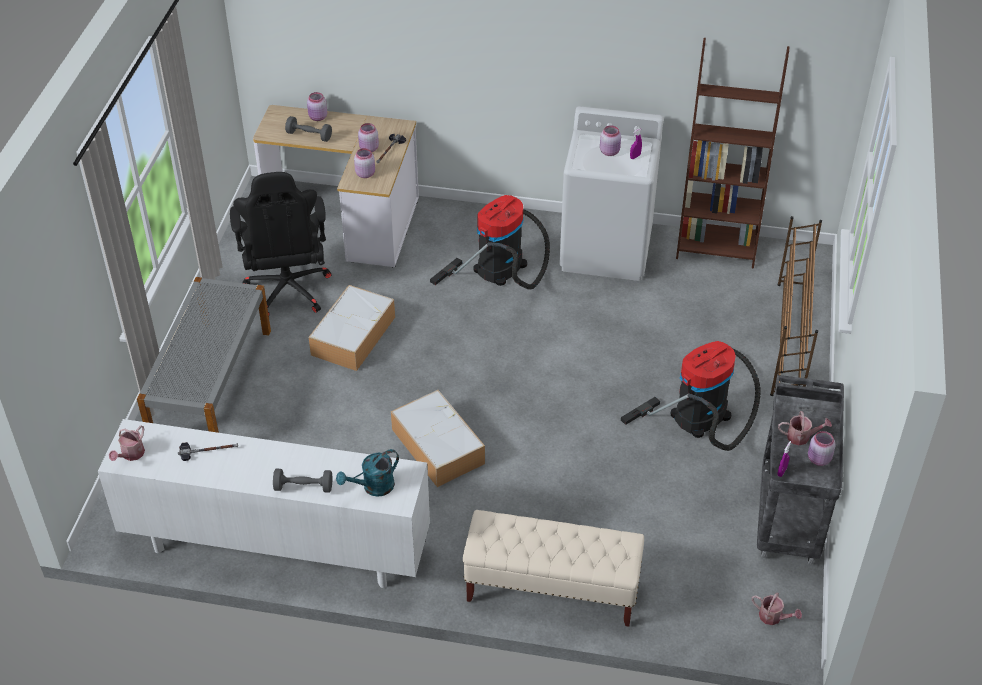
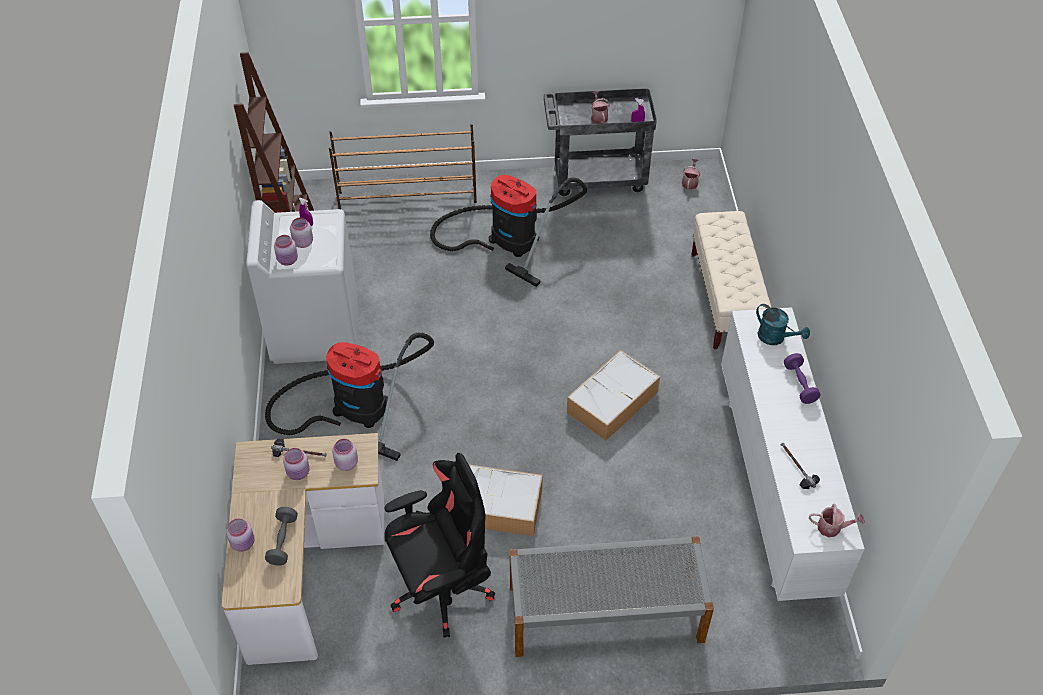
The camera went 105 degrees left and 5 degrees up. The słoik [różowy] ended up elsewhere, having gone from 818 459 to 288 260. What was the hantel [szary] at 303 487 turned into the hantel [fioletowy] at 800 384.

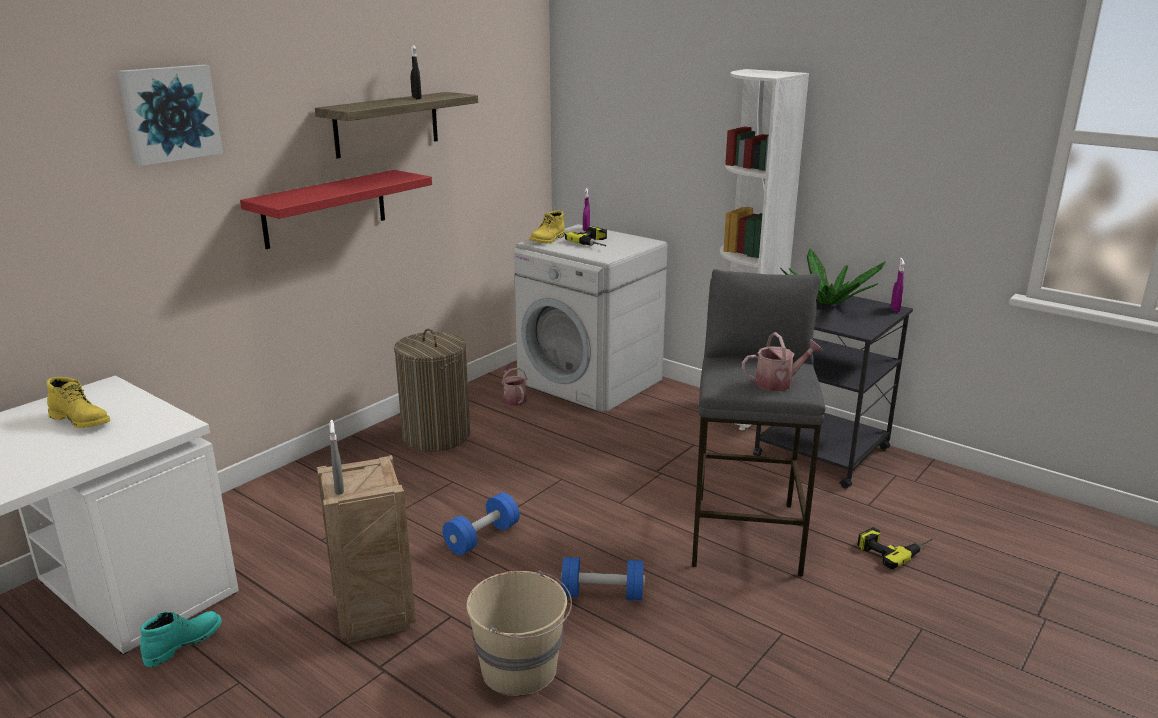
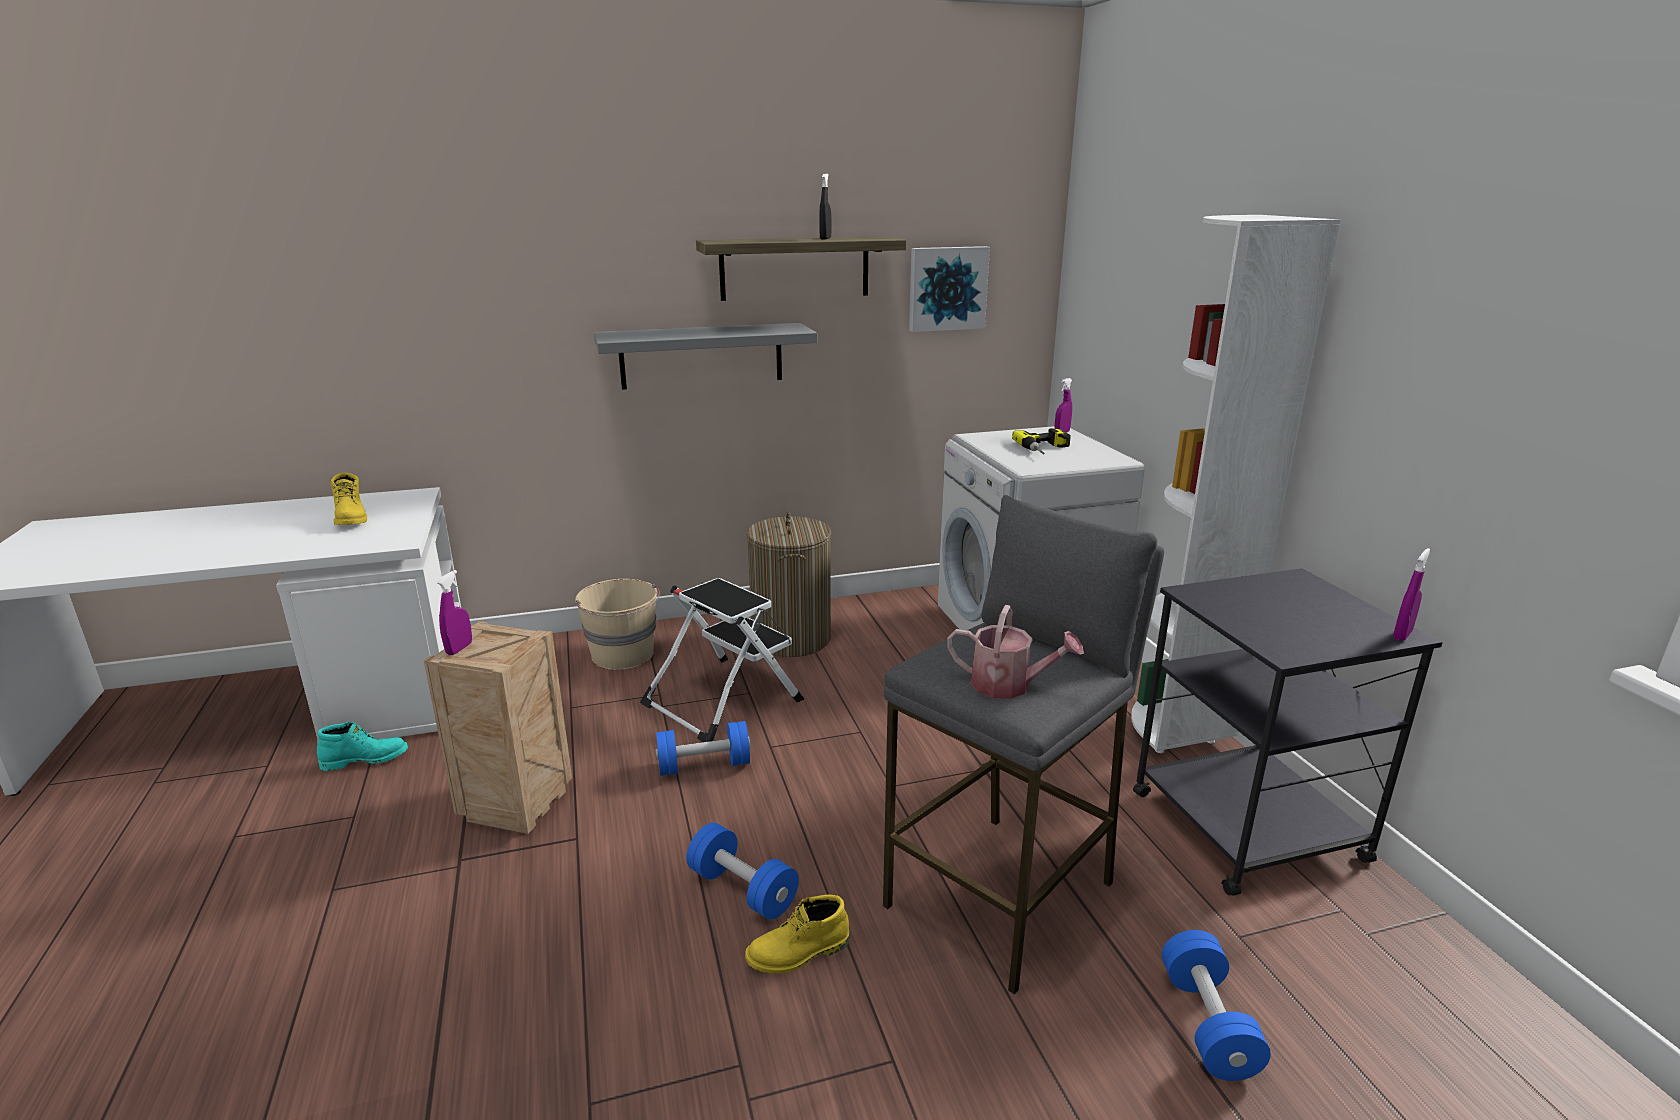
The camera went 35 degrees right and 0 degrees up. The second view lost the konewka at 513 399. The second view lost the roślina doniczkowa at 828 302. The second view gained the drabinka at 722 698. The obraz ended up elsewhere, having gone from 169 113 to 947 288. The wiadro [beżowy] ended up elsewhere, having gone from 521 668 to 623 655. The but z cholewką [żółty] ended up elsewhere, having gone from 548 240 to 798 953. Where the wiertarka stood at 893 548, the hantel [niebieski] came to stand at 1207 1023. What was the półka [czerwony] at 325 208 turned into the półka [szary] at 701 356. What was the spryskiwacz [szary] at 339 488 turned into the spryskiwacz [fioletowy] at 459 649.

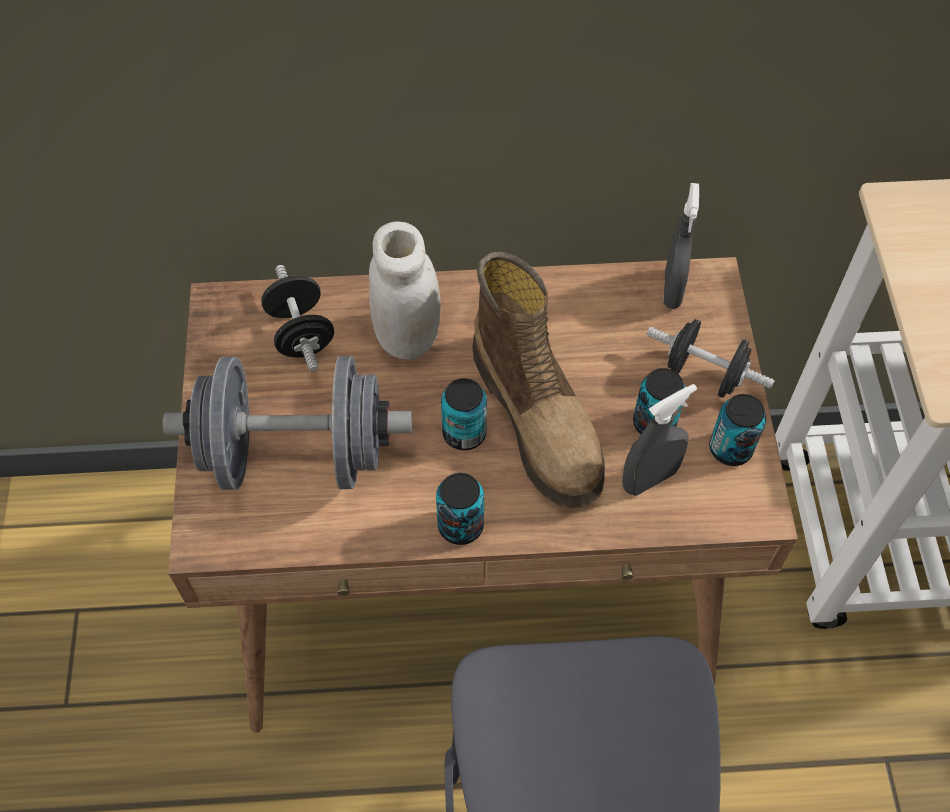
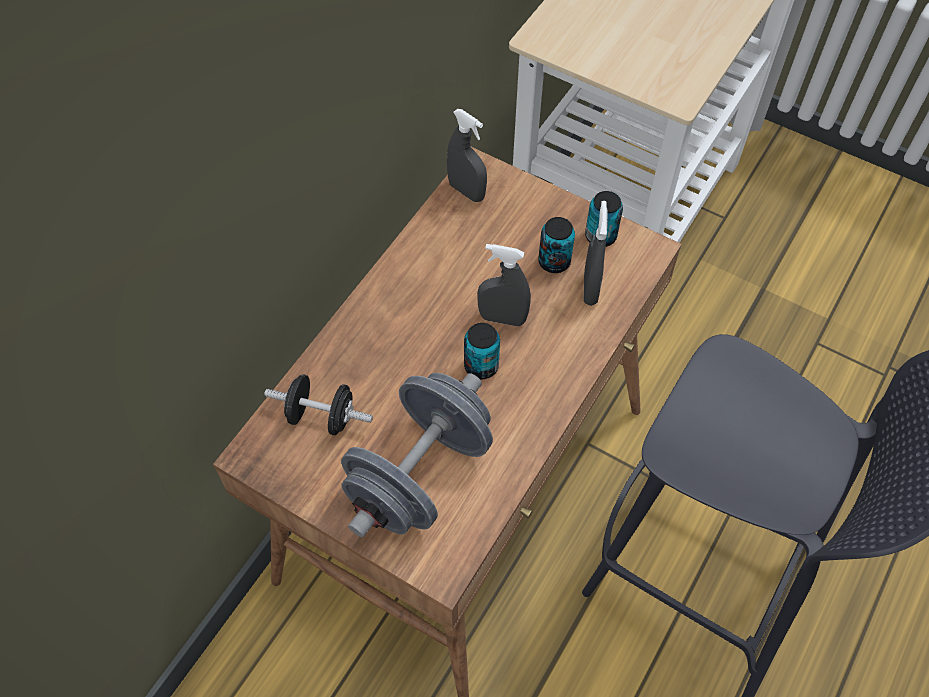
The camera went 55 degrees left and 0 degrees up. The second view lost the słoik [biały] at 407 337. The second view lost the puszka at 460 525. The second view lost the hantel [czarny] at 704 374. Where the but z cholewką stood at 539 417, the spryskiwacz [szary] came to stand at 502 318.

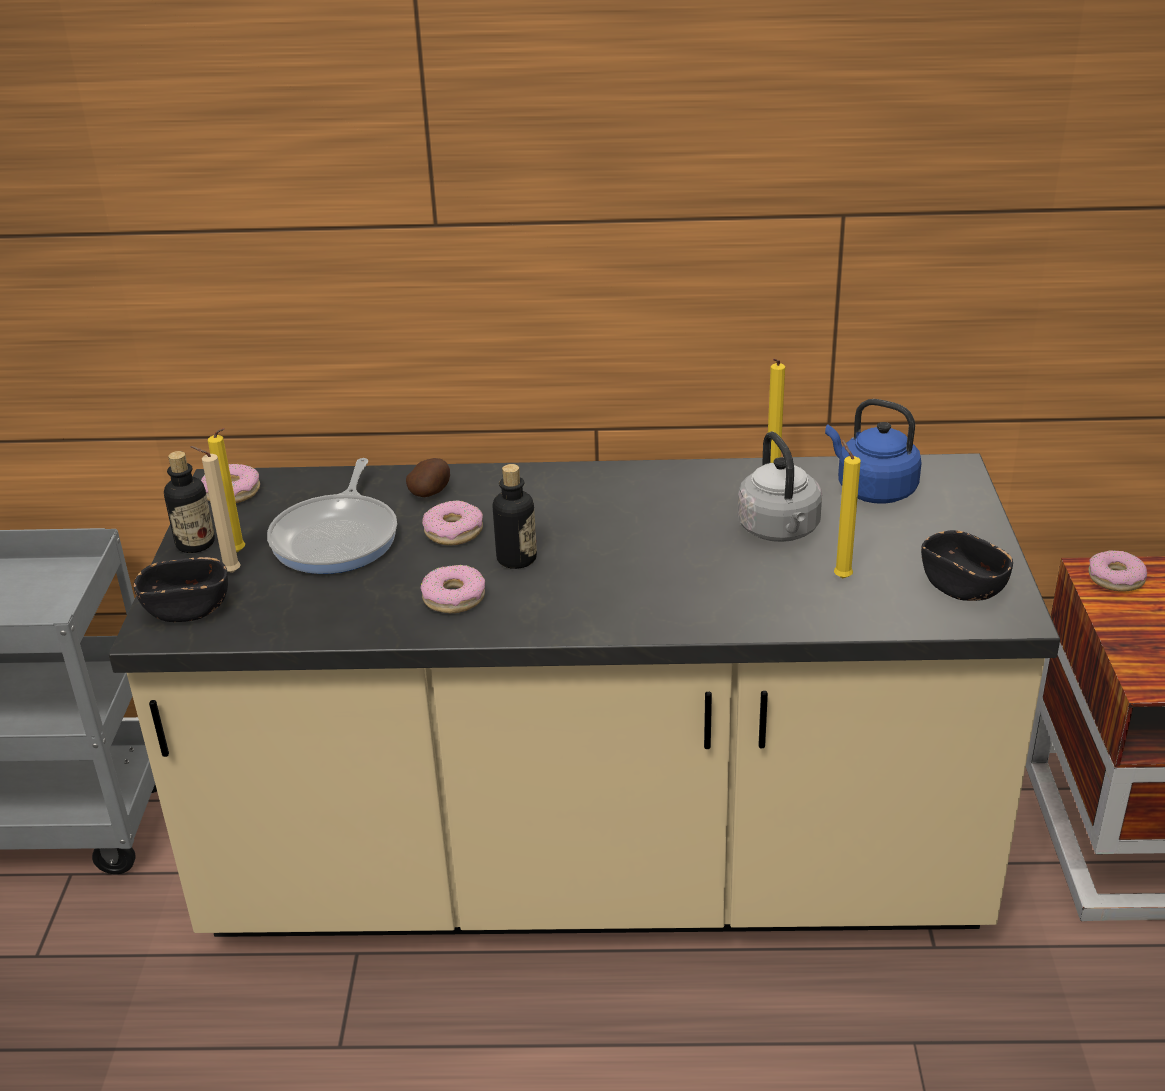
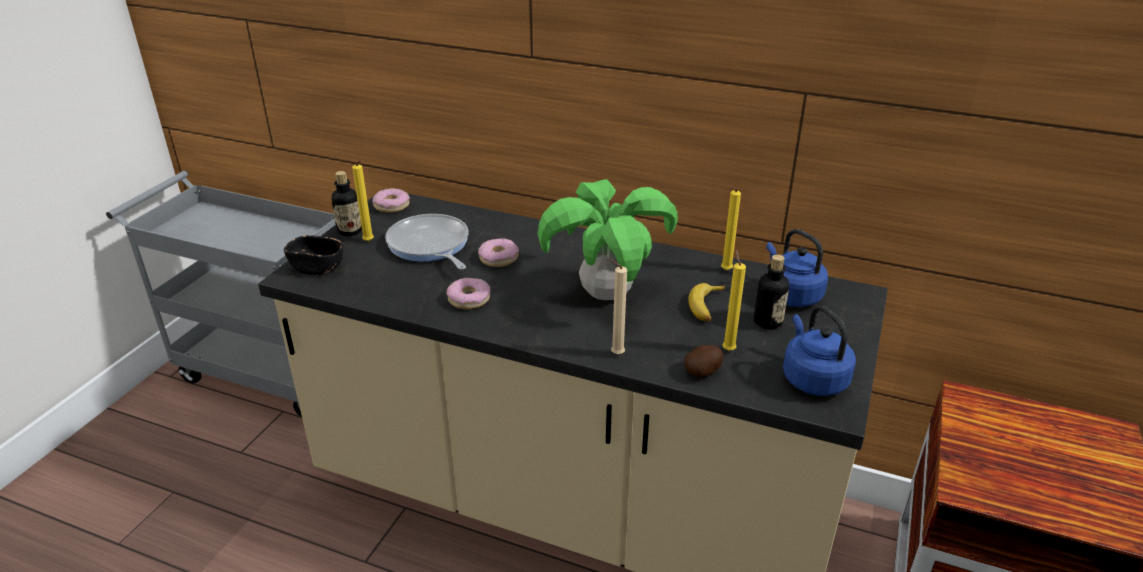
The camera went 20 degrees right and 0 degrees up. The second view lost the donut at 1115 579. The second view gained the roślina doniczkowa at 606 295. The świeca [beżowy] ended up elsewhere, having gone from 229 573 to 615 354. The ziemniak ended up elsewhere, having gone from 431 492 to 703 372. The butelka ended up elsewhere, having gone from 516 559 to 768 322. Where the czajnik [szary] stood at 780 531, the banan came to stand at 706 307. Where the miska [czarny] stood at 962 586, the czajnik [niebieski] came to stand at 812 378. The patelnia at 338 537 ended up facing another way, 120 degrees clockwise from before.

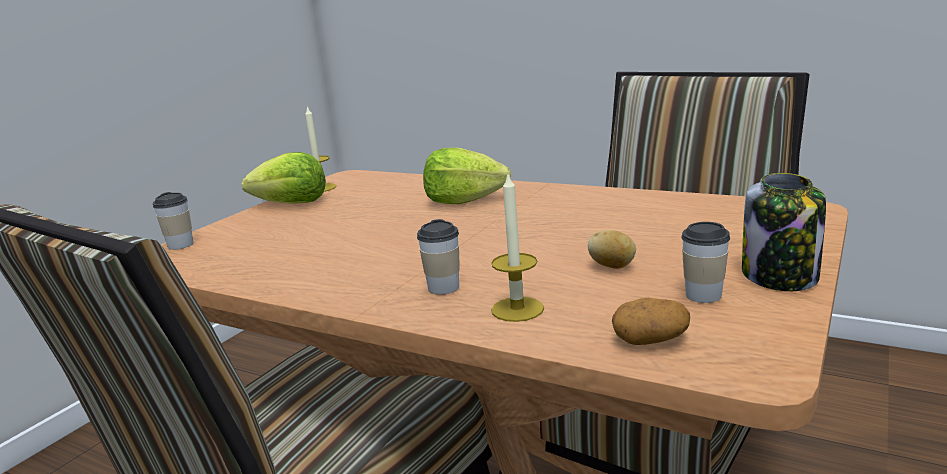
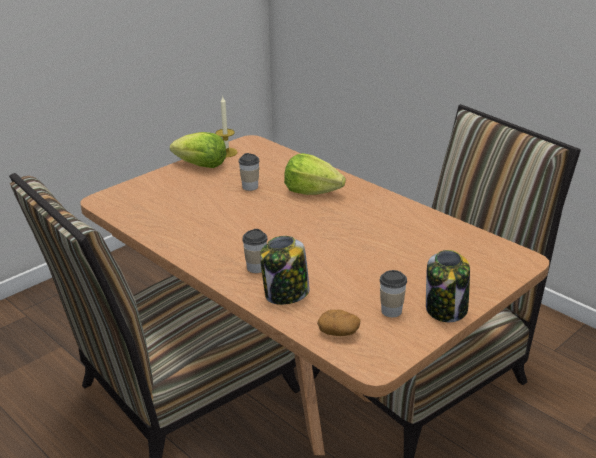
The camera went 15 degrees right and 10 degrees up. The second view lost the ziemniak at 612 266. The filiżanka ended up elsewhere, having gone from 180 245 to 250 187. Where the świeca stood at 517 309, the słoik came to stand at 286 294.

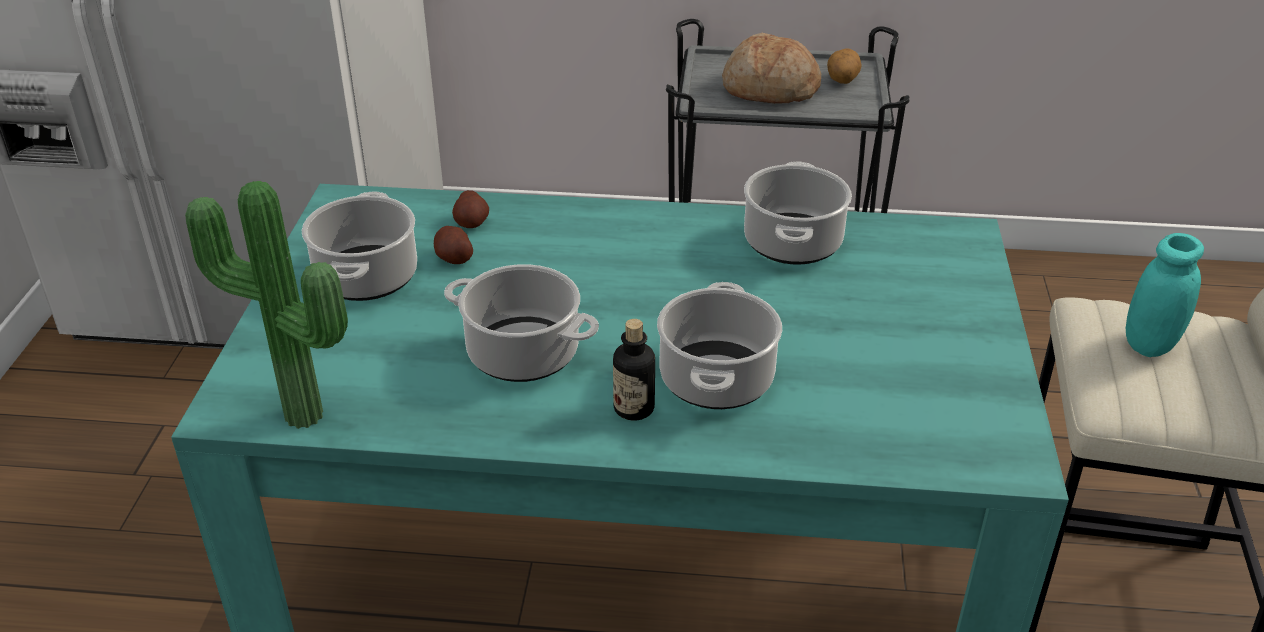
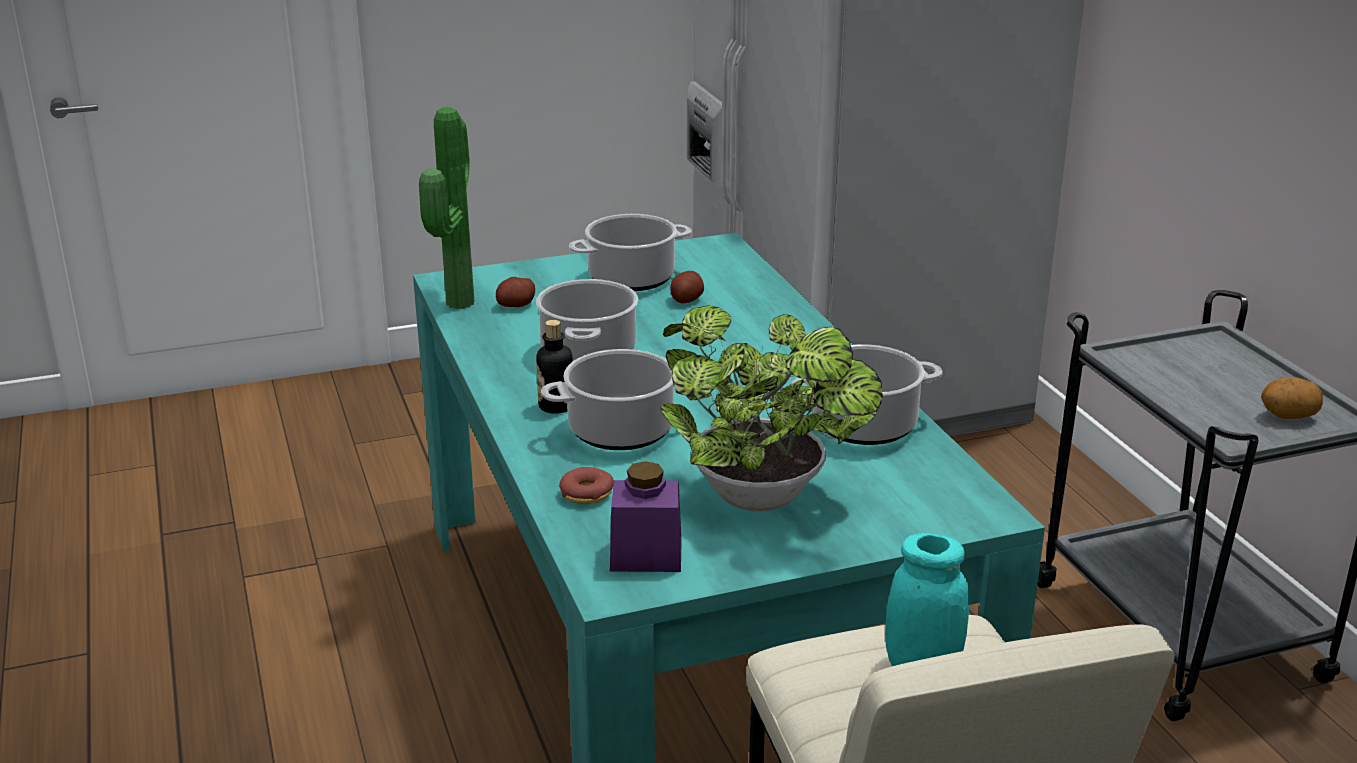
The camera went 65 degrees right and 10 degrees down. The second view lost the chleb at 769 89. The second view gained the donut at 586 494. The second view gained the słoik [fioletowy] at 646 555. The second view gained the roślina doniczkowa at 766 499. The ziemniak ended up elsewhere, having gone from 471 222 to 516 305.

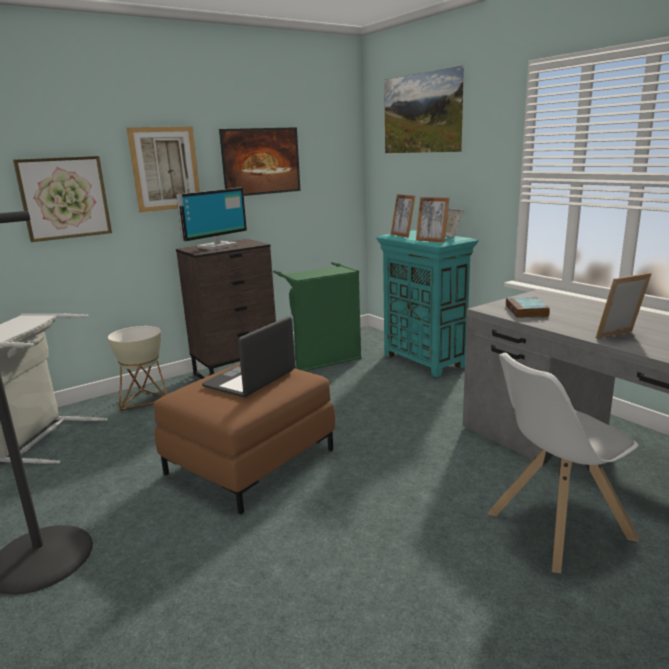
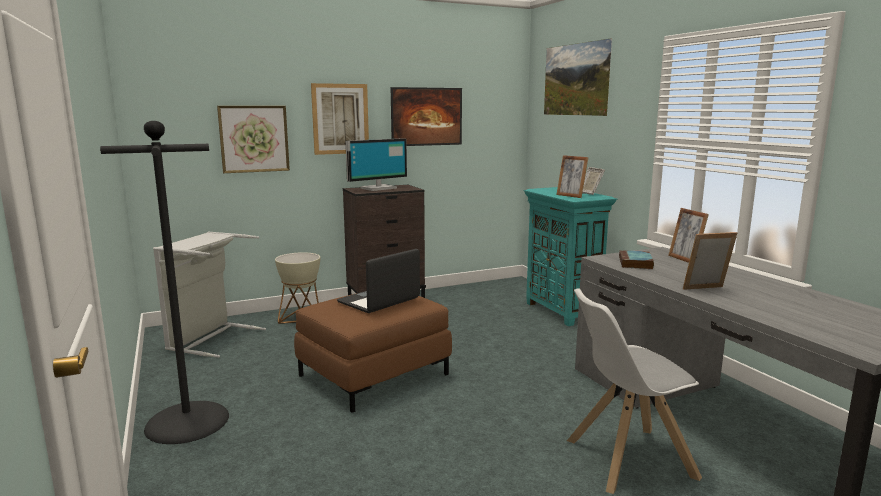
The camera went 10 degrees right and 5 degrees down. The second view lost the kosz na pranie [zielony] at 323 360. The ramka na zdjęcie ended up elsewhere, having gone from 402 235 to 685 259.

